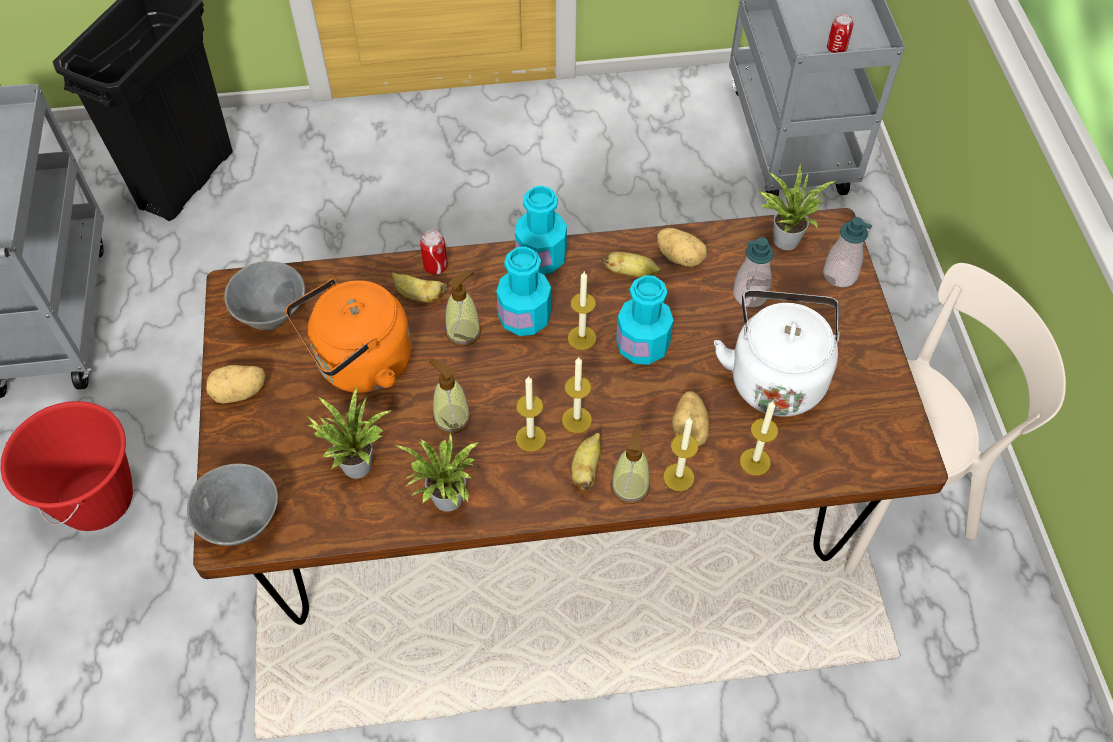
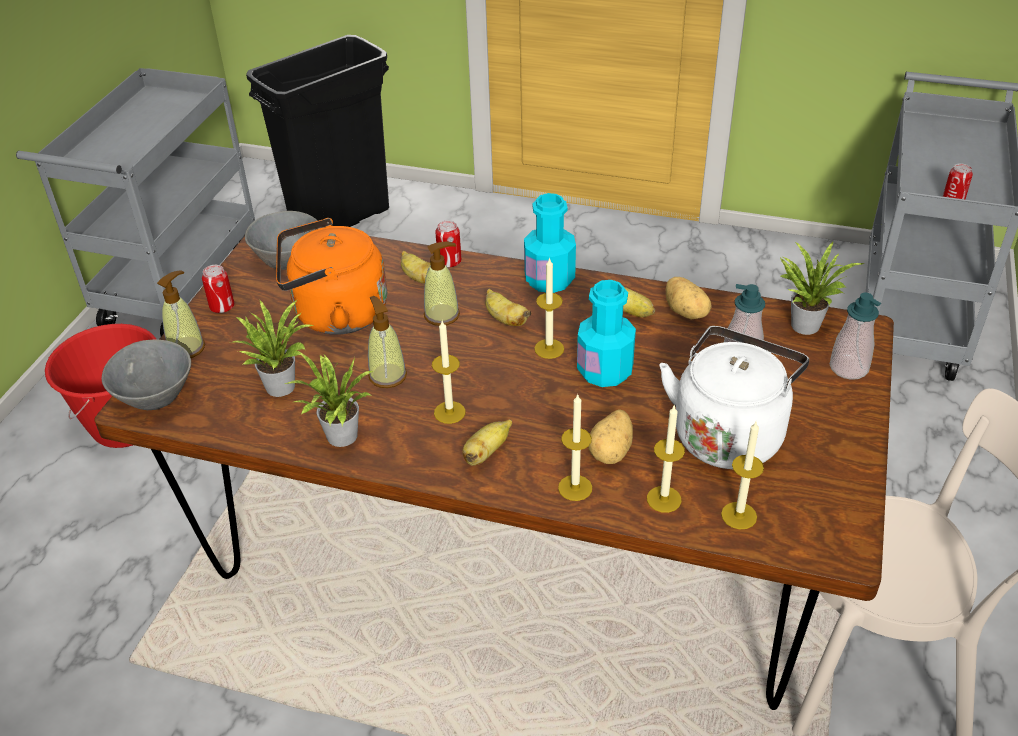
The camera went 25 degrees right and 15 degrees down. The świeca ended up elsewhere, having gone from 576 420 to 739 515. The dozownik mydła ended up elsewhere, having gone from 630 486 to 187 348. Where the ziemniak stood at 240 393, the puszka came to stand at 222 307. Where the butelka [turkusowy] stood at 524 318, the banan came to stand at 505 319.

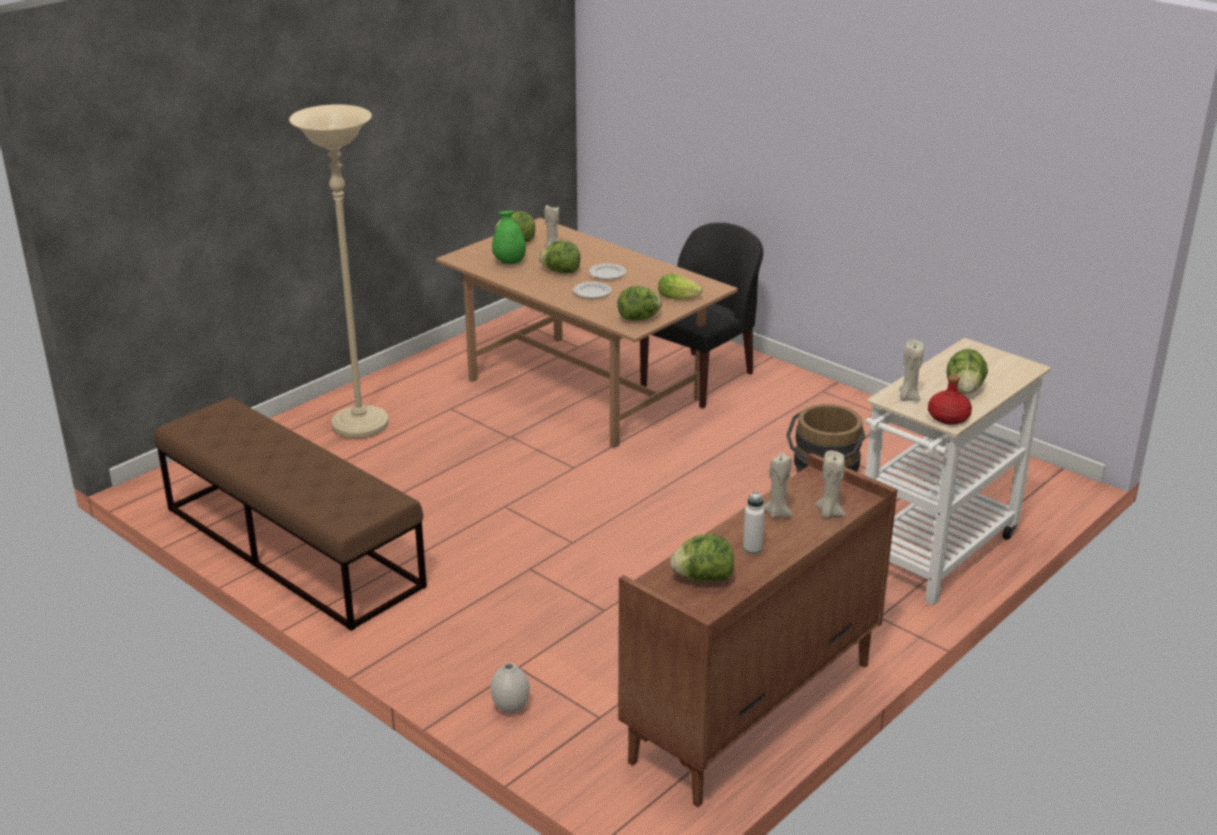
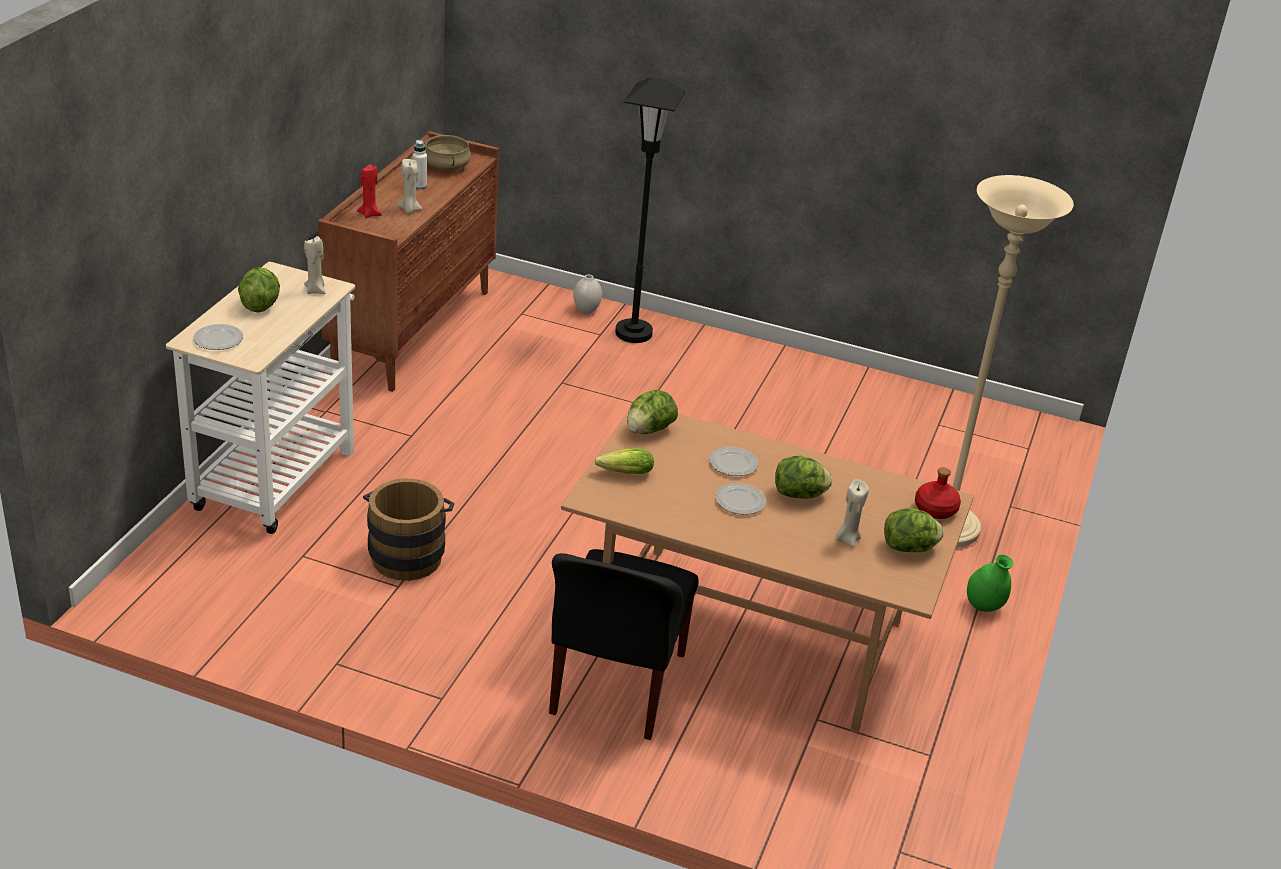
The camera went 155 degrees right and 5 degrees up. The second view lost the ławka [brązowy] at 291 546. The second view gained the talerz at 218 339. The second view gained the lampa stojąca [czarny] at 634 333. The wazon [zielony] ended up elsewhere, having gone from 509 262 to 984 606. The butelka [czerwony] ended up elsewhere, having gone from 948 417 to 935 510. Where the sałata stood at 703 578, the garnek [beżowy] came to stand at 446 166. What was the świeca [beżowy] at 829 513 turned into the świeca [czerwony] at 369 214.

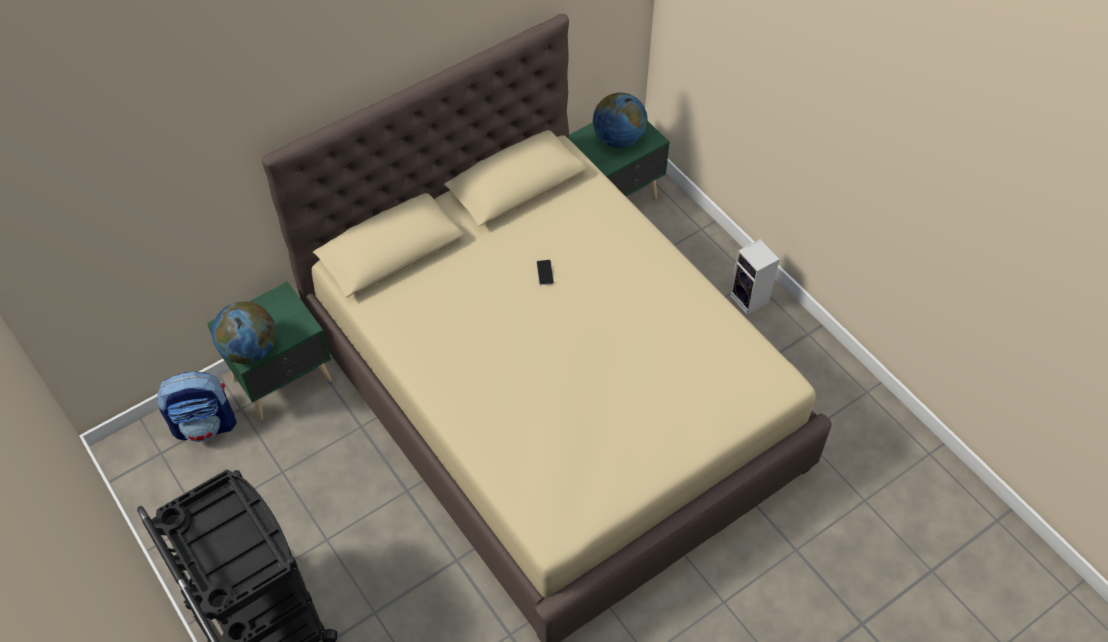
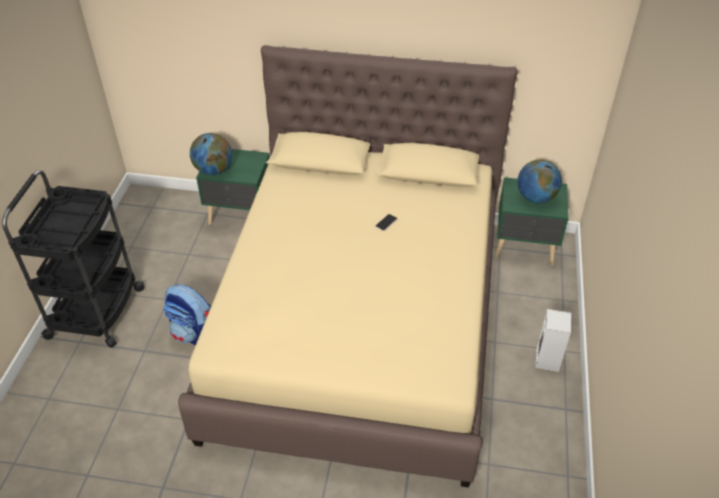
The camera went 45 degrees right and 10 degrees down. The plecak ended up elsewhere, having gone from 206 424 to 194 334.

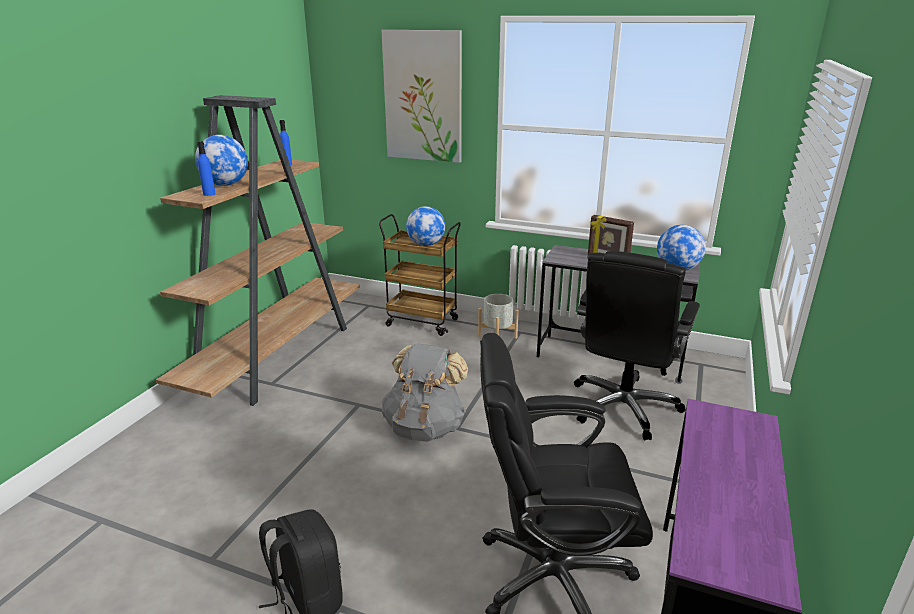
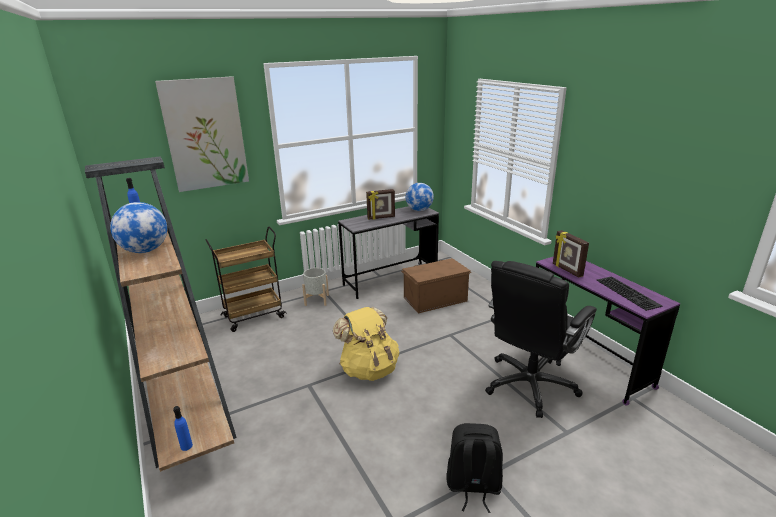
The camera went 50 degrees left and 0 degrees up. The second view lost the globus at 426 245. The second view gained the ramka na zdjęcie at 566 270. The second view gained the klawiatura at 629 292. The butelka [niebieski] ended up elsewhere, having gone from 209 194 to 186 446. Where the krzesło biurowe [czarny] stood at 624 406, the pojemnik do przechowywania [brązowy] came to stand at 434 299. What was the plecak [szary] at 425 427 turned into the plecak [żółty] at 369 369.

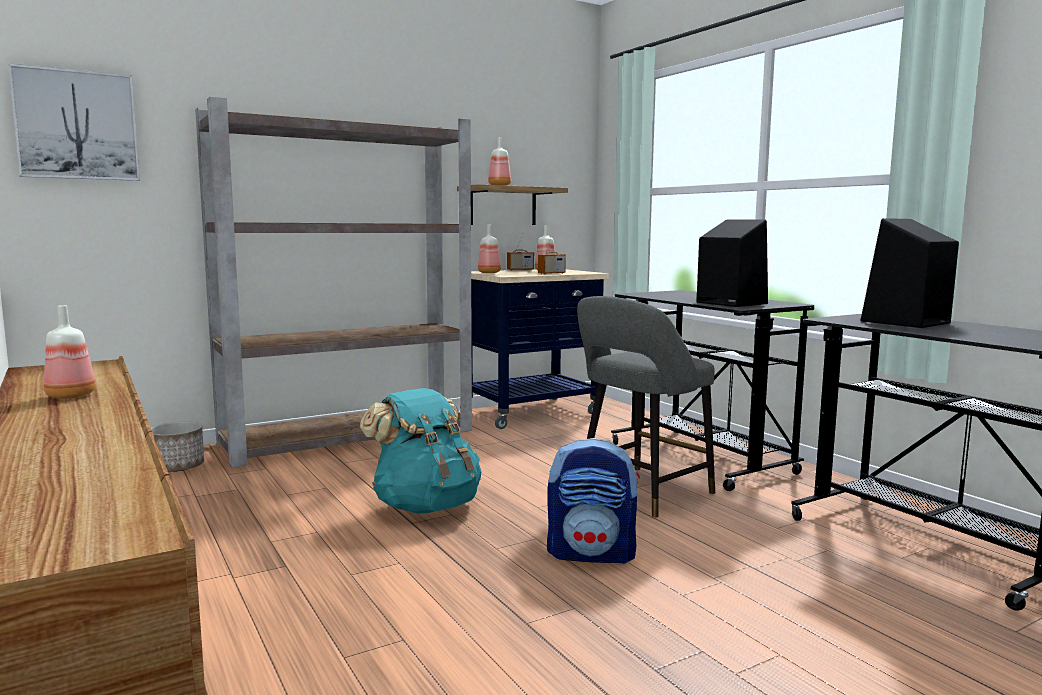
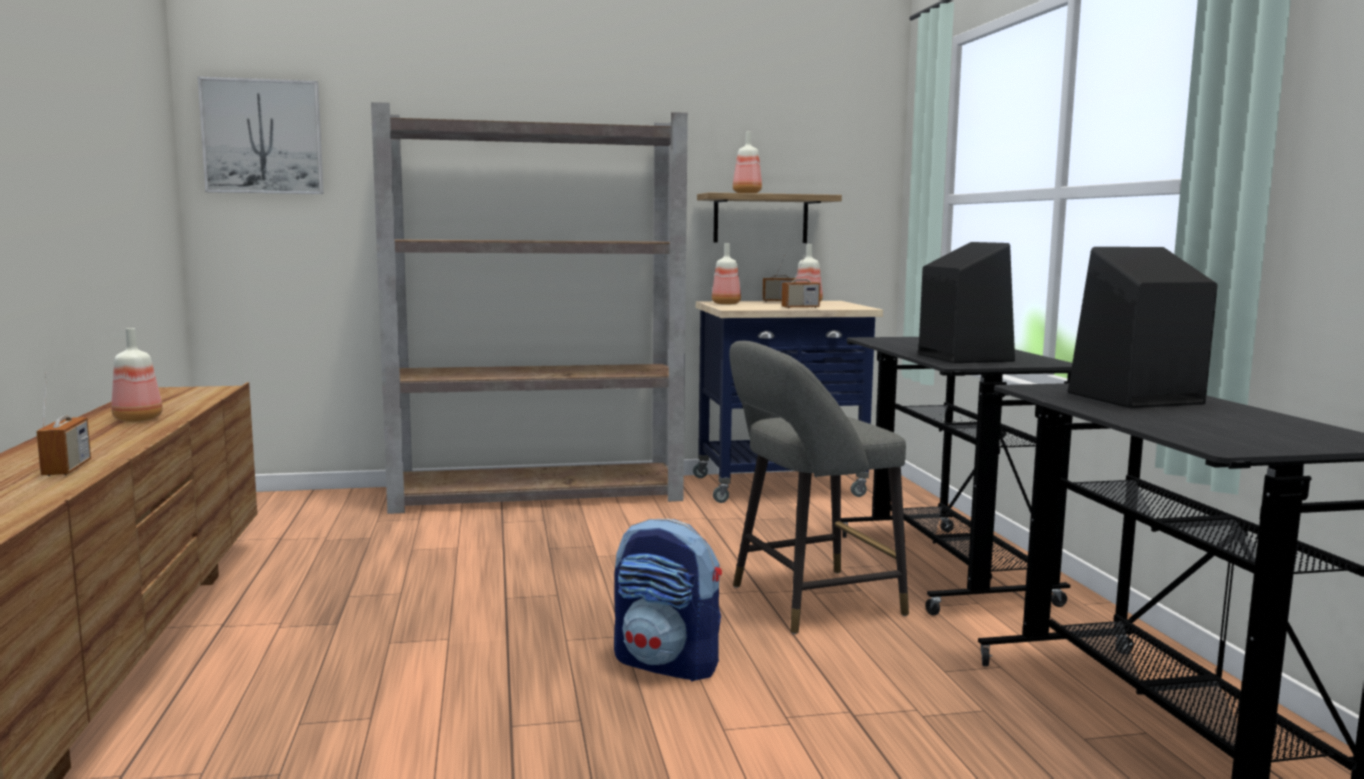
The camera went 20 degrees right and 0 degrees up. The second view lost the donica at 178 467. The second view lost the plecak [turkusowy] at 426 506. The second view gained the radio at 67 469.

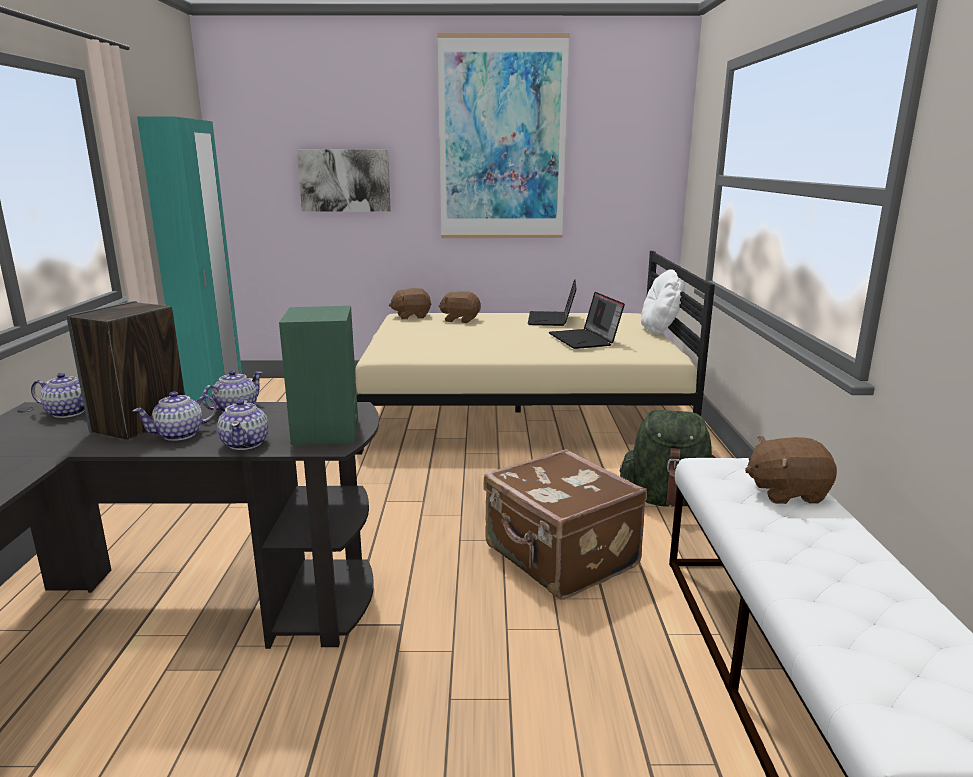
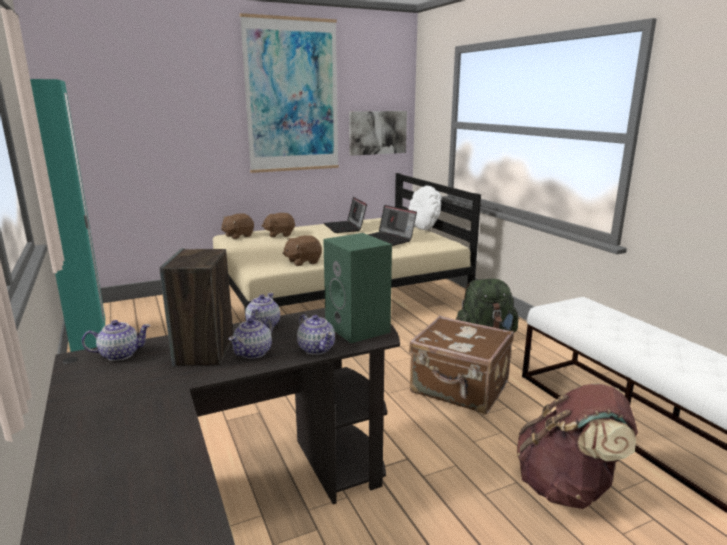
The camera went 25 degrees left and 0 degrees up. The second view gained the plecak [brązowy] at 567 487. The obraz ended up elsewhere, having gone from 345 180 to 377 132. The pluszak [brązowy] ended up elsewhere, having gone from 786 492 to 303 262.

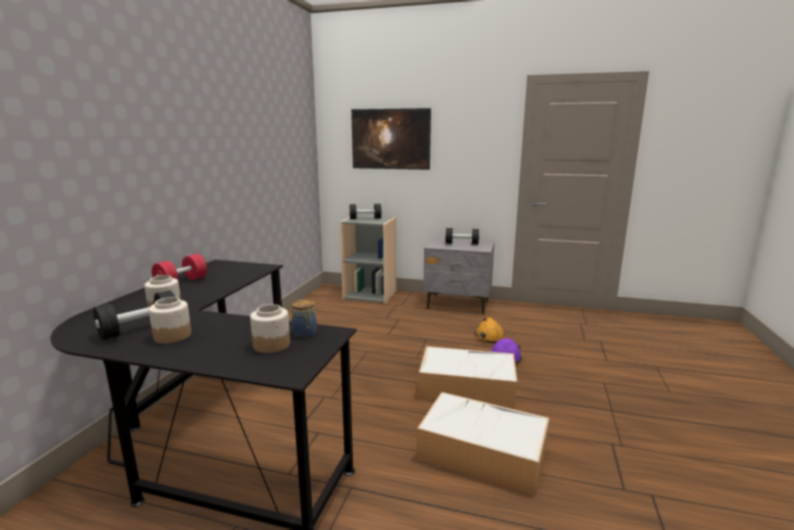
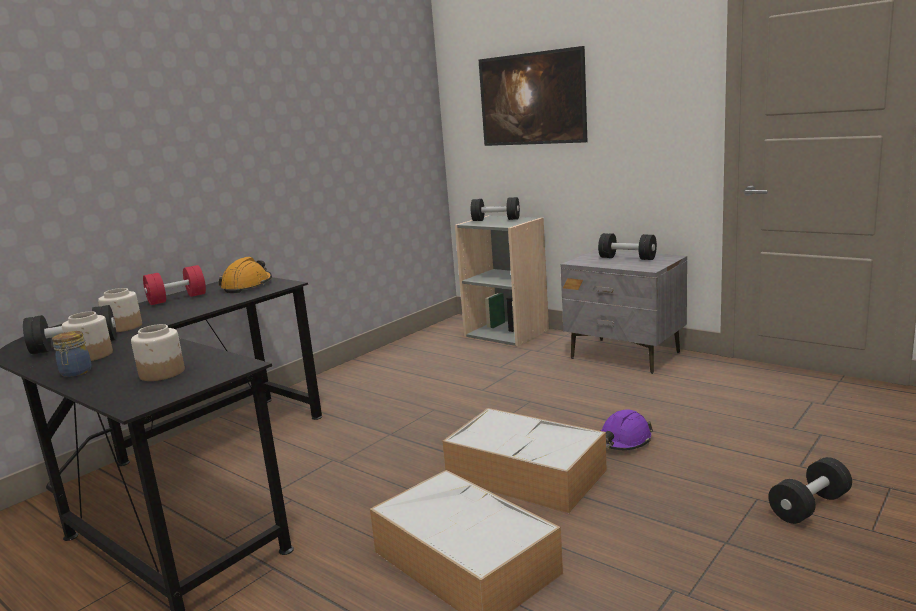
The camera went 25 degrees right and 0 degrees up. The second view gained the hantel [czarny] at 809 506. The słoik ended up elsewhere, having gone from 305 334 to 75 373. The kask [pomarańczowy] ended up elsewhere, having gone from 489 336 to 247 286.

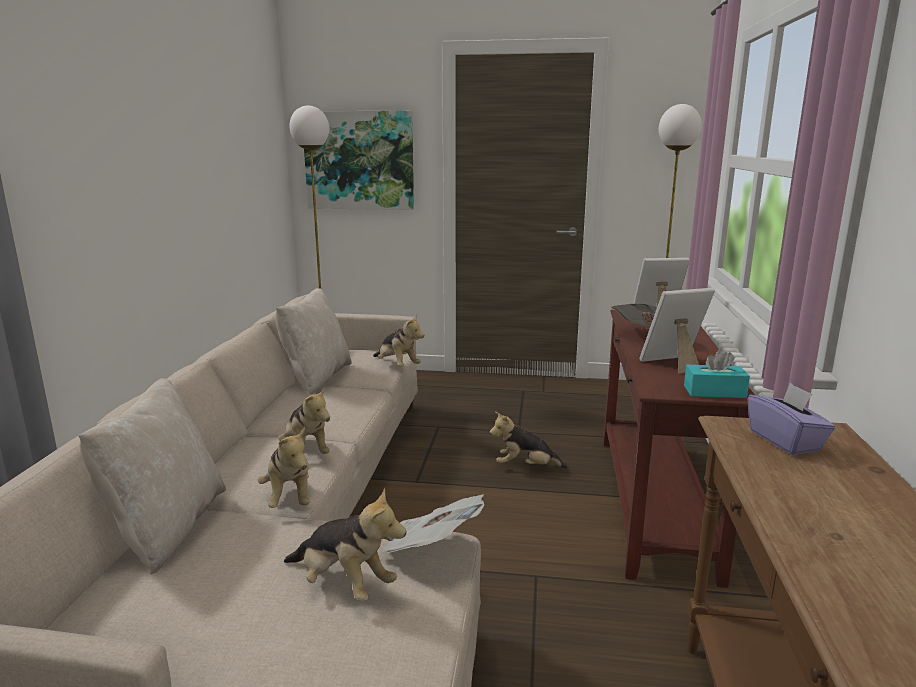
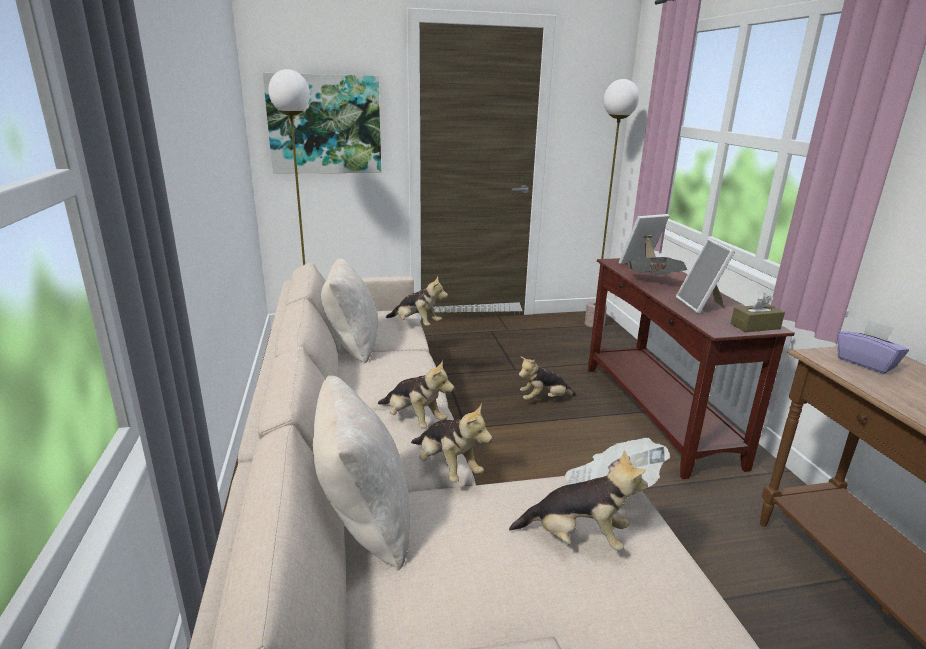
The camera went 20 degrees left and 5 degrees up. What was the pudełko chusteczek [turkusowy] at 714 392 turned into the pudełko chusteczek [brązowy] at 755 326. The ramka na zdjęcie at 674 364 ended up facing another way, 60 degrees counterclockwise from before.

